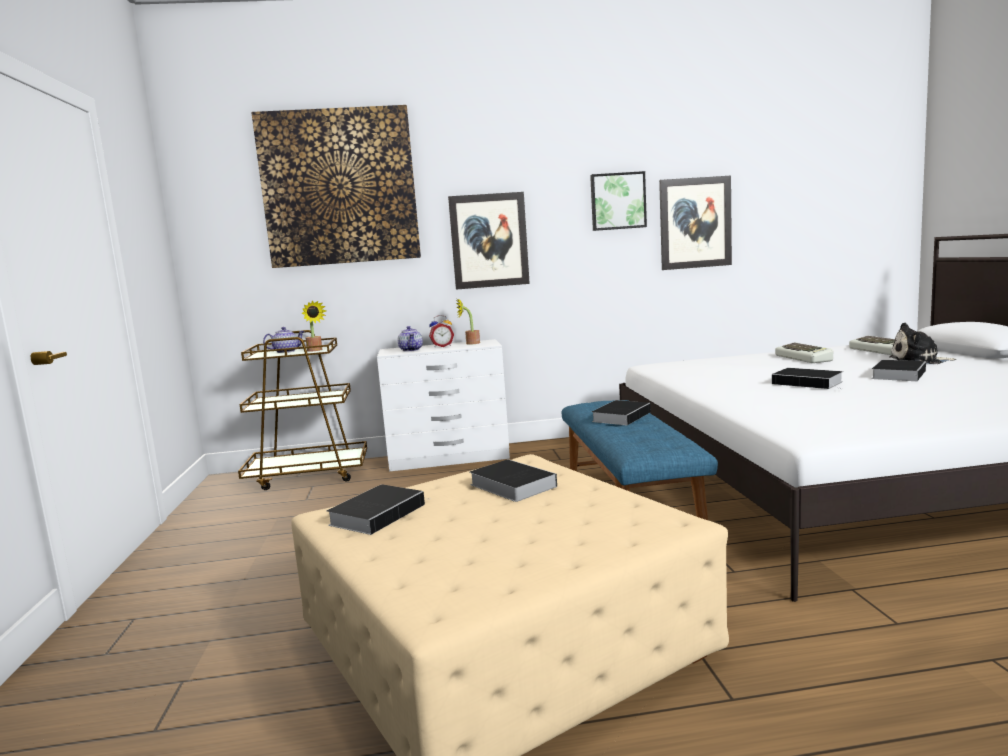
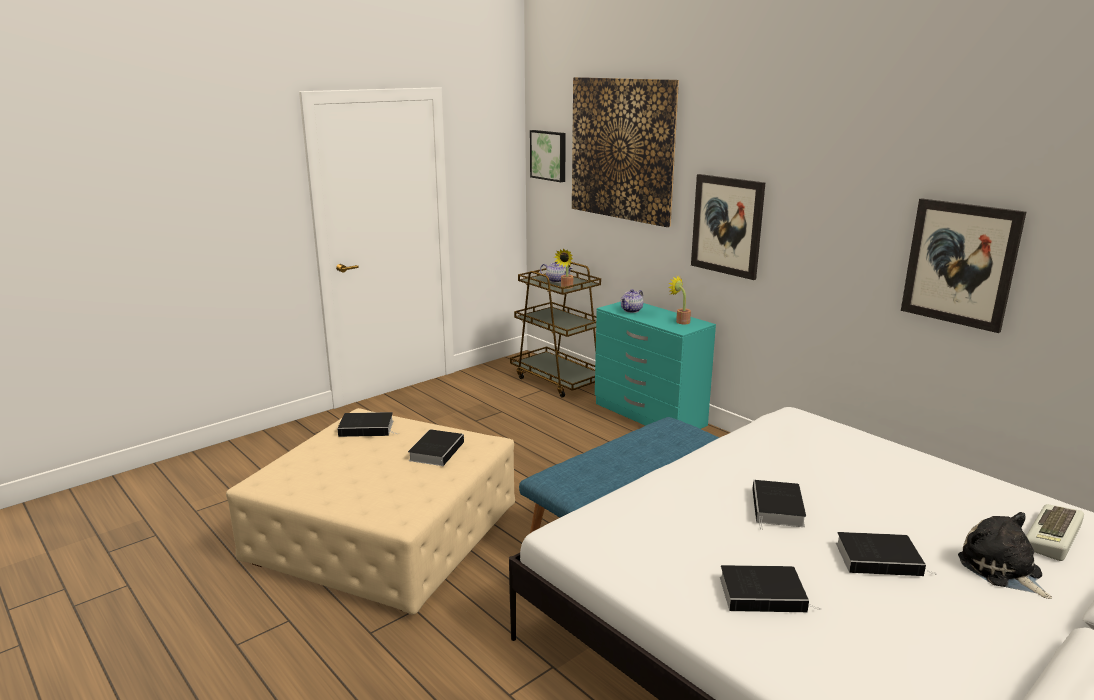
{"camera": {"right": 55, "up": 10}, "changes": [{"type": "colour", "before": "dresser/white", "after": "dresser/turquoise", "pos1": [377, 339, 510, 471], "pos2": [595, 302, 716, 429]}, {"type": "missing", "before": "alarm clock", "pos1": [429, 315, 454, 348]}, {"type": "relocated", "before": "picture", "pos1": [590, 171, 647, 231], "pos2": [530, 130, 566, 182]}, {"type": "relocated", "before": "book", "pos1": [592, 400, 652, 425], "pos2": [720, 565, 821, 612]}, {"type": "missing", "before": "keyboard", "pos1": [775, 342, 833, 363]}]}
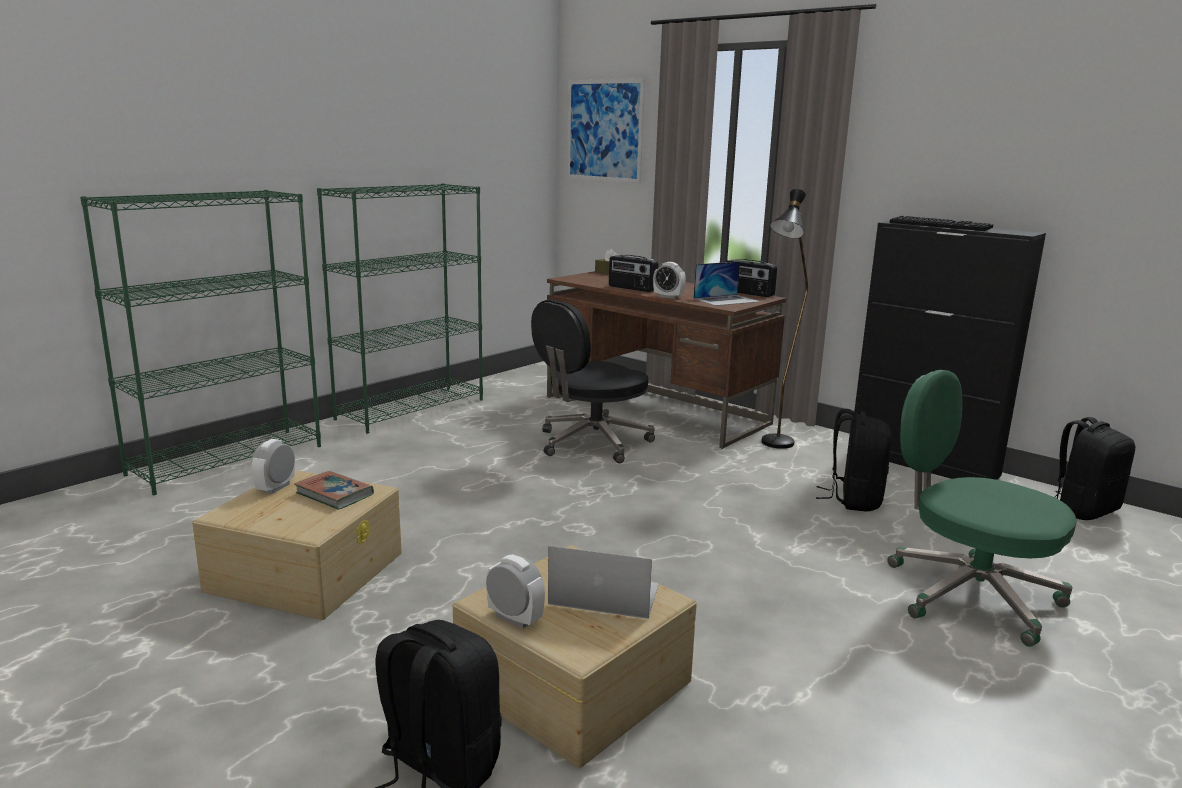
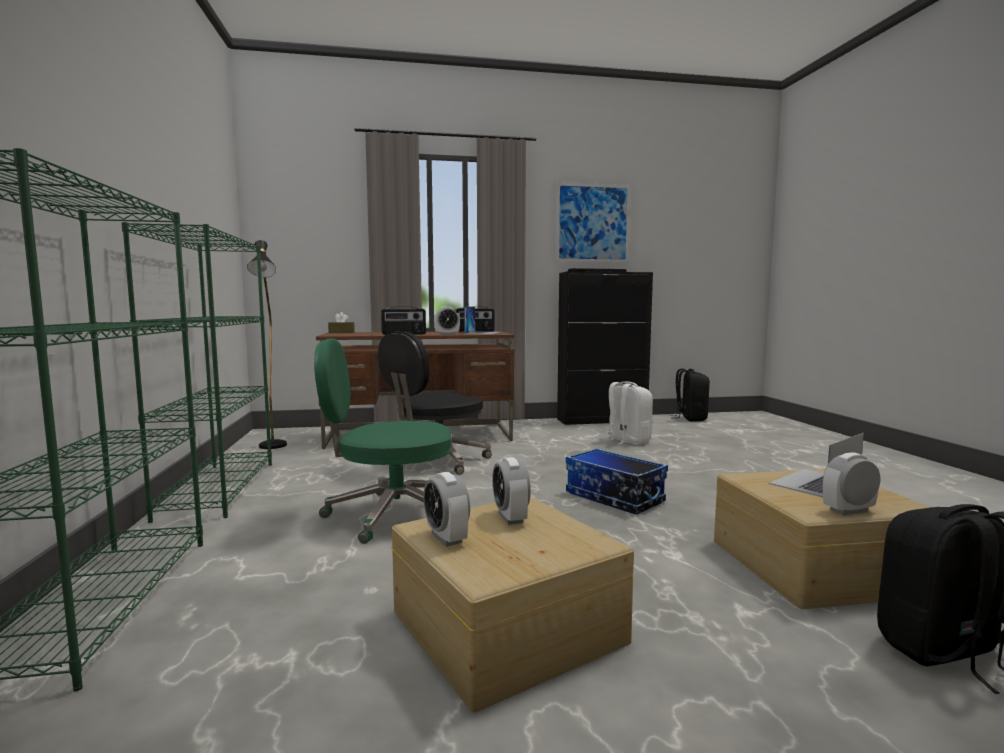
{"camera": {"right": -50, "up": -10}, "changes": [{"type": "exchanged", "before": "book", "after": "alarm clock", "pos1": [294, 471, 374, 510], "pos2": [492, 457, 531, 525]}, {"type": "spun", "before": "office chair/black", "pos1": [531, 299, 655, 463], "pos2": [378, 331, 492, 475], "turn": 45}, {"type": "relocated", "before": "picture", "pos1": [567, 79, 645, 183], "pos2": [556, 182, 631, 263]}, {"type": "relocated", "before": "floor lamp/black", "pos1": [761, 189, 808, 449], "pos2": [247, 240, 287, 449]}, {"type": "colour", "before": "backpack/black", "after": "backpack/white", "pos1": [816, 409, 892, 512], "pos2": [604, 381, 653, 445]}, {"type": "relocated", "before": "office chair/green", "pos1": [887, 370, 1077, 647], "pos2": [314, 338, 452, 544]}, {"type": "appeared", "after": "storage box", "pos2": [566, 448, 668, 514]}]}
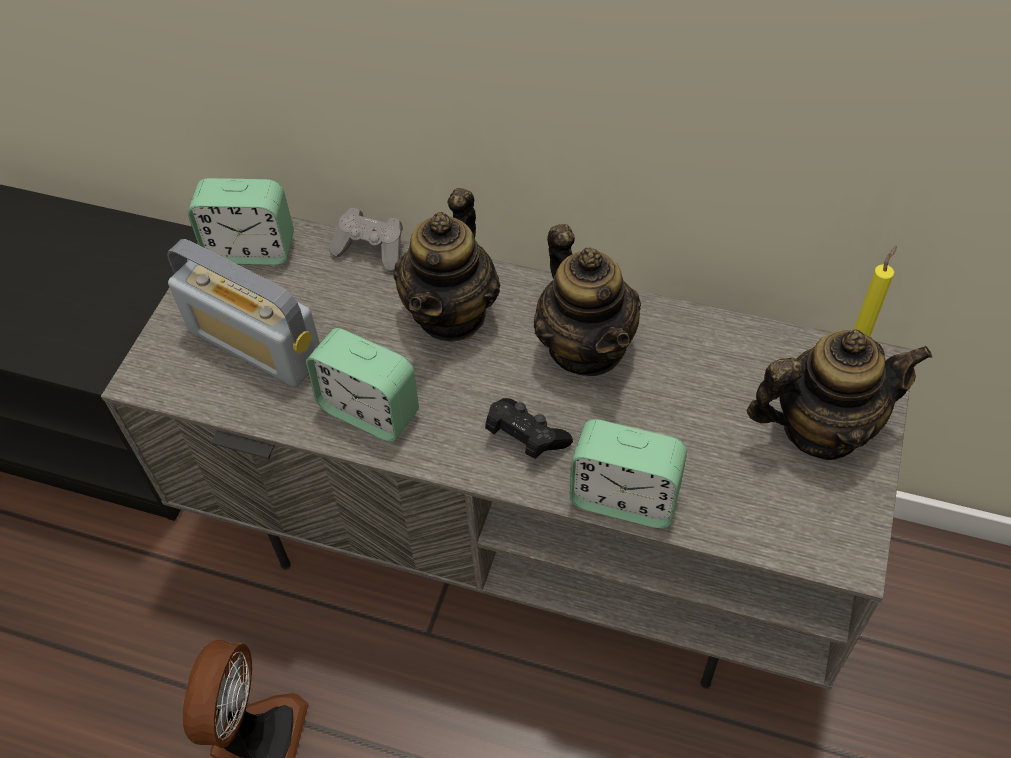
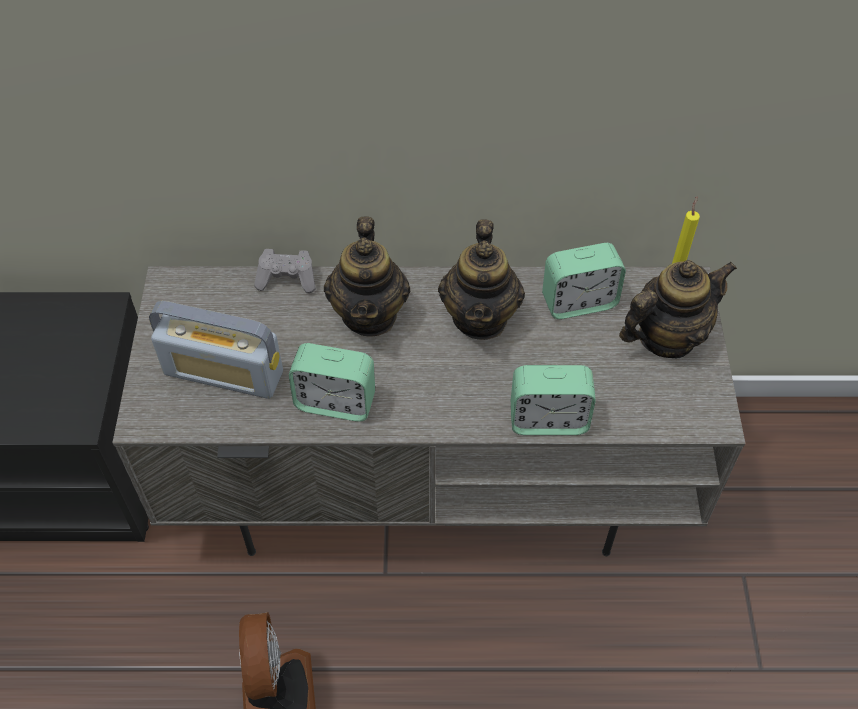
{"camera": {"right": -20, "up": 0}, "changes": [{"type": "relocated", "before": "alarm clock", "pos1": [188, 178, 294, 265], "pos2": [542, 243, 626, 319]}, {"type": "missing", "before": "game controller/black", "pos1": [485, 398, 573, 459]}, {"type": "spun", "before": "teapot", "pos1": [534, 224, 641, 376], "pos2": [438, 219, 525, 340], "turn": 45}]}
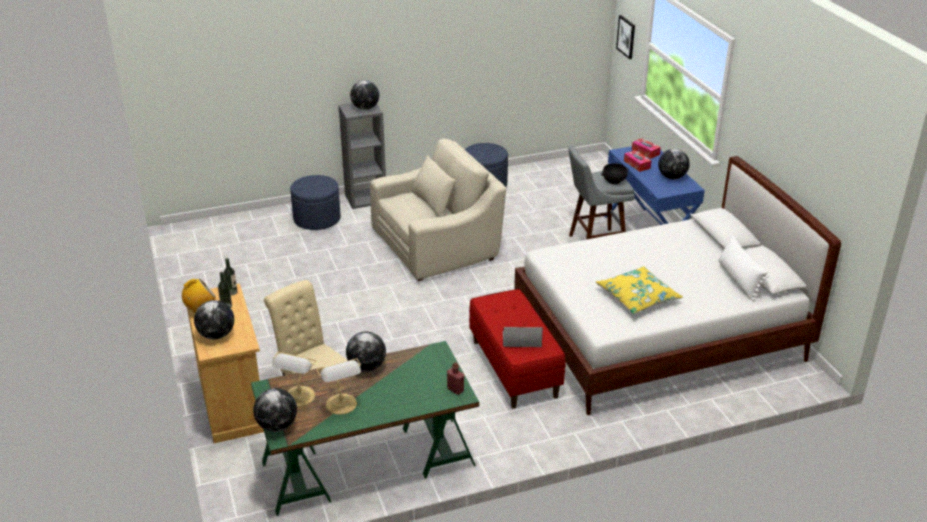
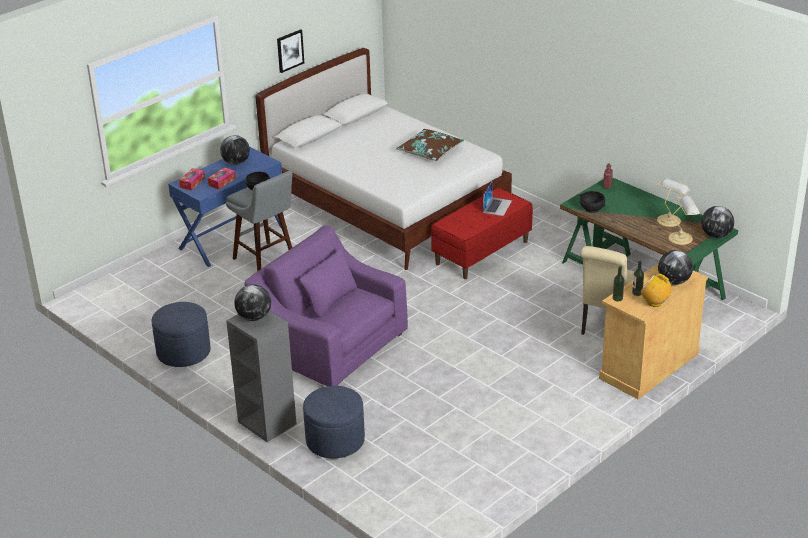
{"camera": {"right": -115, "up": 0}, "changes": [{"type": "missing", "before": "globe", "pos1": [346, 332, 386, 372]}, {"type": "colour", "before": "armchair/beige", "after": "armchair/purple", "pos1": [370, 139, 506, 281], "pos2": [244, 225, 408, 386]}, {"type": "spun", "before": "laptop", "pos1": [503, 327, 543, 347], "pos2": [483, 180, 512, 216], "turn": -135}, {"type": "colour", "before": "pillow/yellow", "after": "pillow/brown", "pos1": [596, 266, 683, 315], "pos2": [396, 129, 464, 161]}, {"type": "relocated", "before": "picture", "pos1": [616, 15, 635, 59], "pos2": [277, 29, 304, 73]}, {"type": "missing", "before": "pillow/white", "pos1": [719, 235, 769, 301]}, {"type": "appeared", "after": "bowl/black", "pos2": [580, 191, 606, 213]}]}
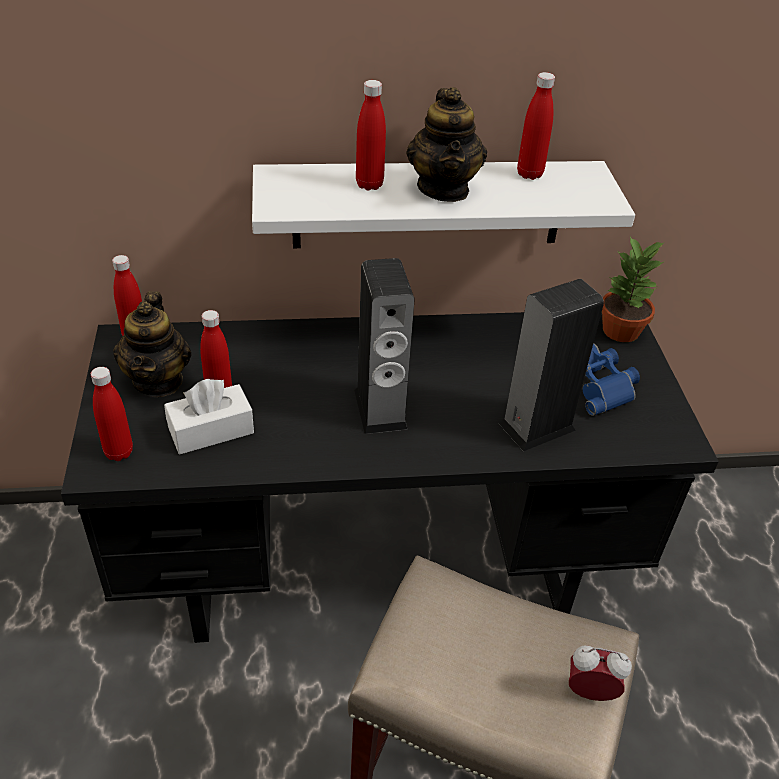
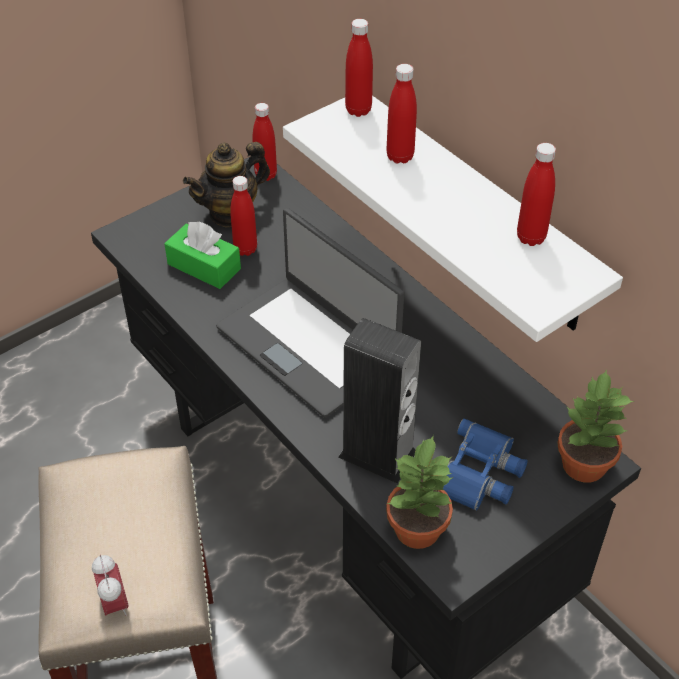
{"camera": {"right": 60, "up": 5}, "changes": [{"type": "relocated", "before": "bottle/red", "pos1": [91, 367, 133, 461], "pos2": [345, 19, 373, 117]}, {"type": "colour", "before": "tissue box/white", "after": "tissue box/green", "pos1": [164, 379, 254, 454], "pos2": [164, 222, 241, 289]}, {"type": "exchanged", "before": "speaker", "after": "laptop", "pos1": [354, 258, 415, 434], "pos2": [216, 208, 404, 418]}, {"type": "missing", "before": "teapot", "pos1": [406, 87, 487, 202]}, {"type": "appeared", "after": "potted plant", "pos2": [386, 435, 453, 549]}]}
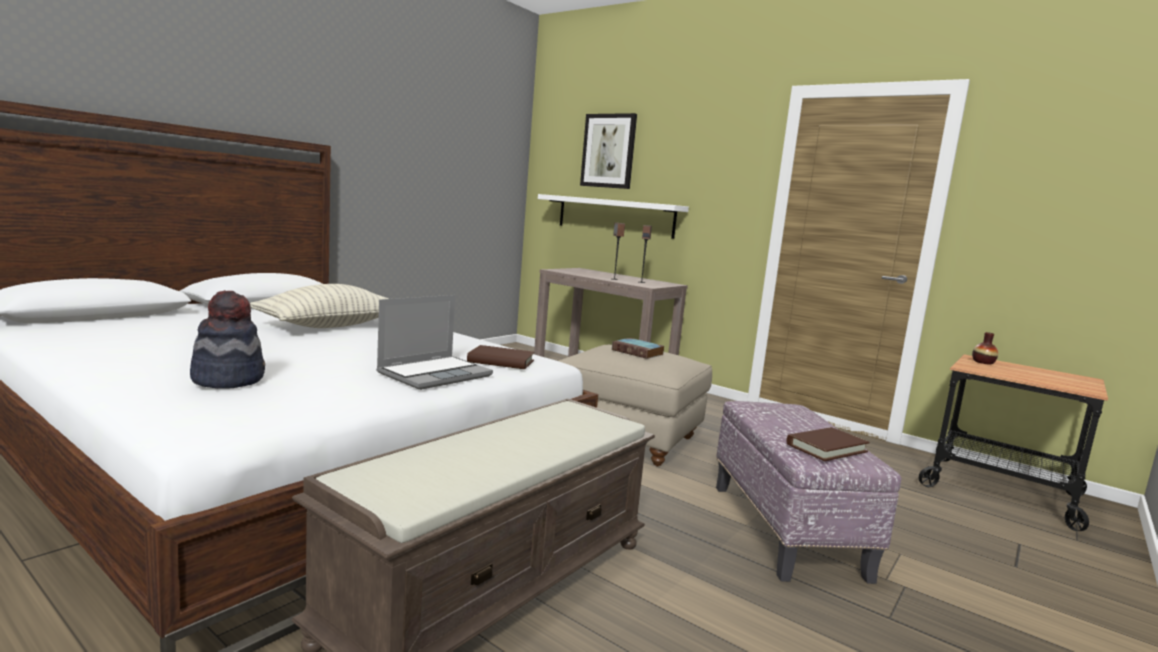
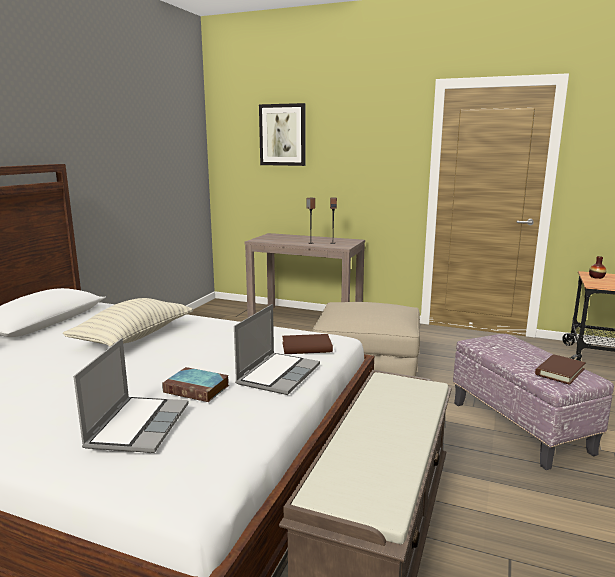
{"camera": {"right": -15, "up": 5}, "changes": [{"type": "exchanged", "before": "hat", "after": "laptop", "pos1": [190, 290, 265, 389], "pos2": [73, 338, 189, 453]}, {"type": "missing", "before": "shelf/white", "pos1": [538, 194, 689, 239]}, {"type": "relocated", "before": "book", "pos1": [612, 338, 664, 359], "pos2": [162, 367, 229, 402]}]}
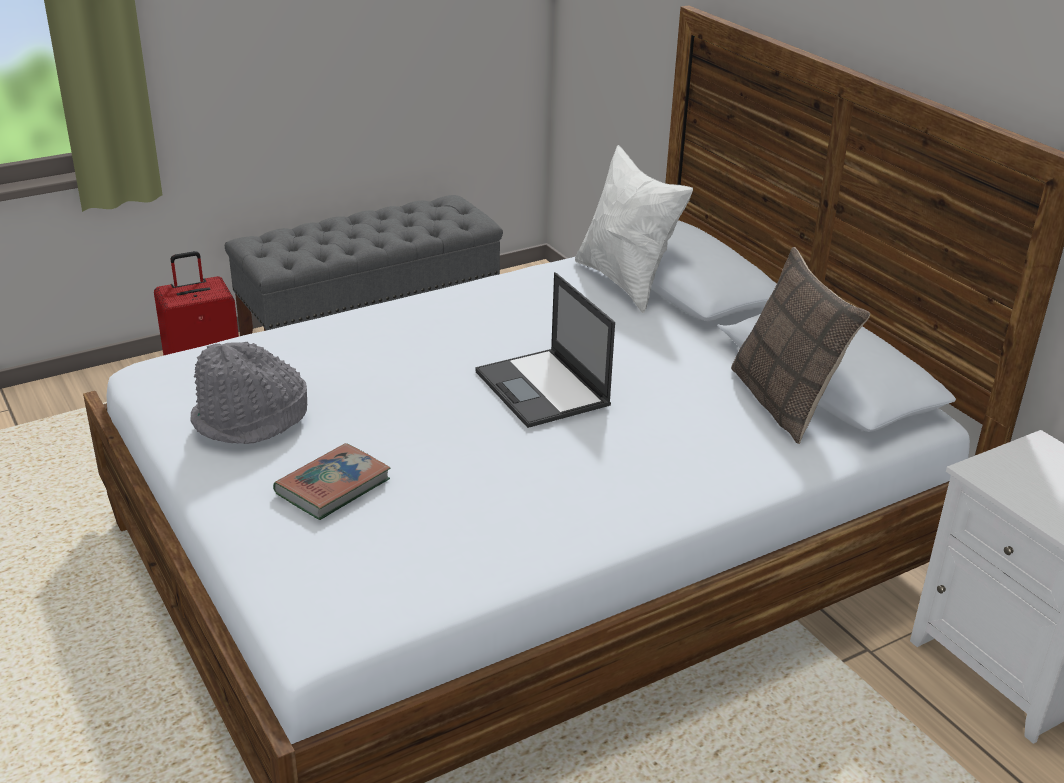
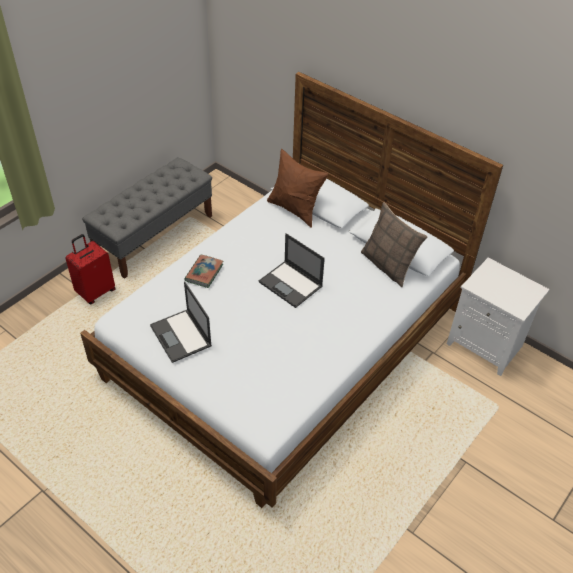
{"camera": {"right": -20, "up": 15}, "changes": [{"type": "exchanged", "before": "hat/grey", "after": "laptop", "pos1": [191, 342, 307, 444], "pos2": [150, 282, 212, 363]}, {"type": "relocated", "before": "book", "pos1": [273, 443, 390, 520], "pos2": [184, 255, 223, 288]}, {"type": "colour", "before": "pillow/white", "after": "pillow/brown", "pos1": [575, 145, 693, 313], "pos2": [267, 149, 328, 227]}]}
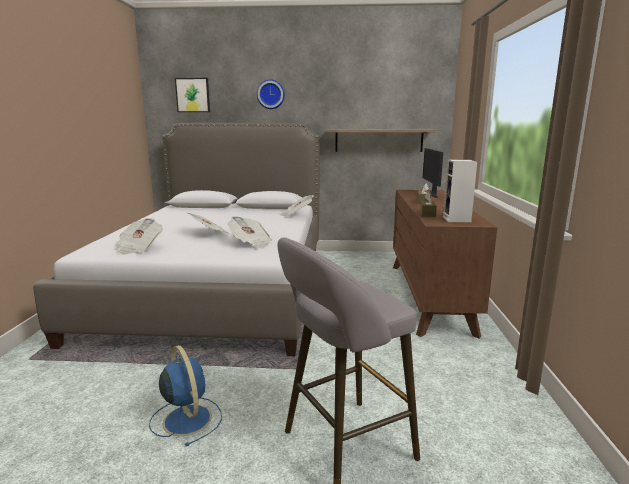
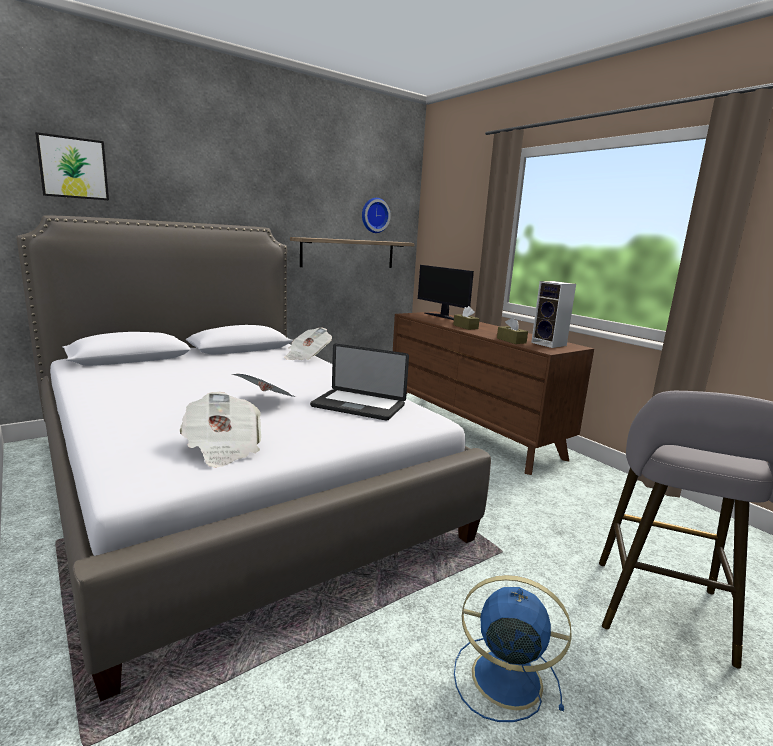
{"camera": {"right": -40, "up": 0}, "changes": [{"type": "exchanged", "before": "newspaper", "after": "laptop", "pos1": [227, 216, 272, 249], "pos2": [310, 344, 409, 421]}, {"type": "relocated", "before": "wall clock", "pos1": [257, 80, 285, 109], "pos2": [362, 198, 391, 233]}]}
